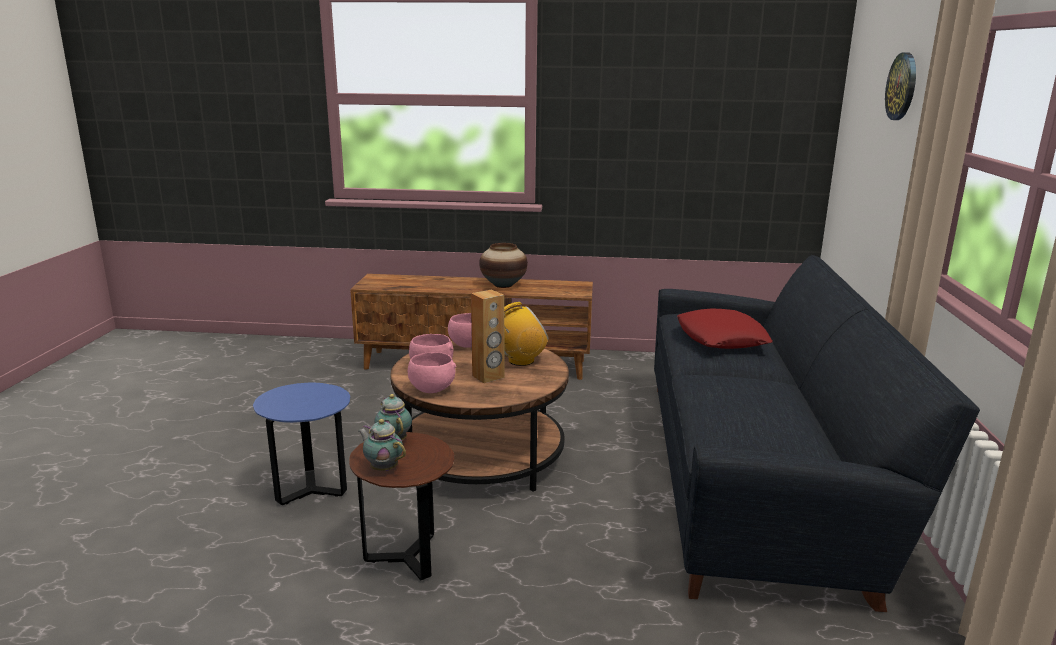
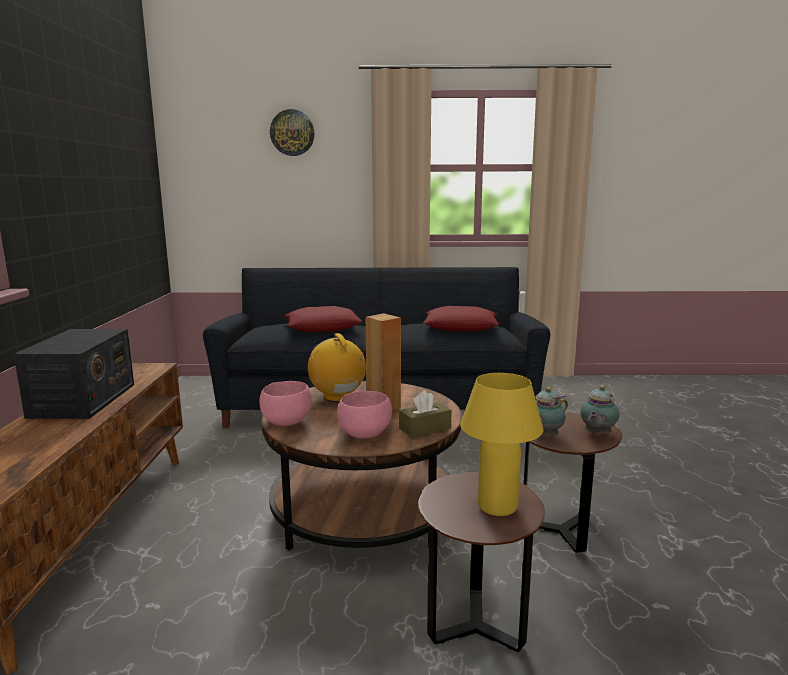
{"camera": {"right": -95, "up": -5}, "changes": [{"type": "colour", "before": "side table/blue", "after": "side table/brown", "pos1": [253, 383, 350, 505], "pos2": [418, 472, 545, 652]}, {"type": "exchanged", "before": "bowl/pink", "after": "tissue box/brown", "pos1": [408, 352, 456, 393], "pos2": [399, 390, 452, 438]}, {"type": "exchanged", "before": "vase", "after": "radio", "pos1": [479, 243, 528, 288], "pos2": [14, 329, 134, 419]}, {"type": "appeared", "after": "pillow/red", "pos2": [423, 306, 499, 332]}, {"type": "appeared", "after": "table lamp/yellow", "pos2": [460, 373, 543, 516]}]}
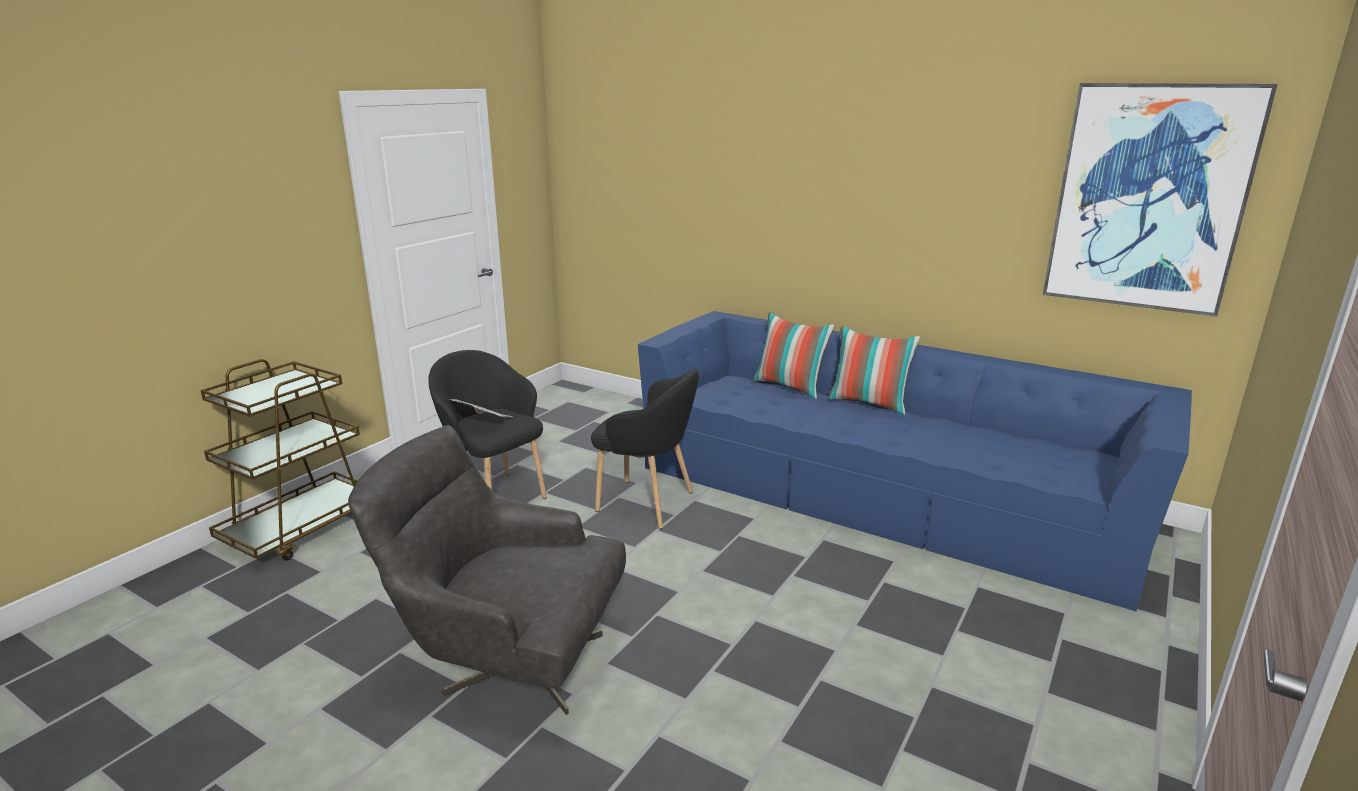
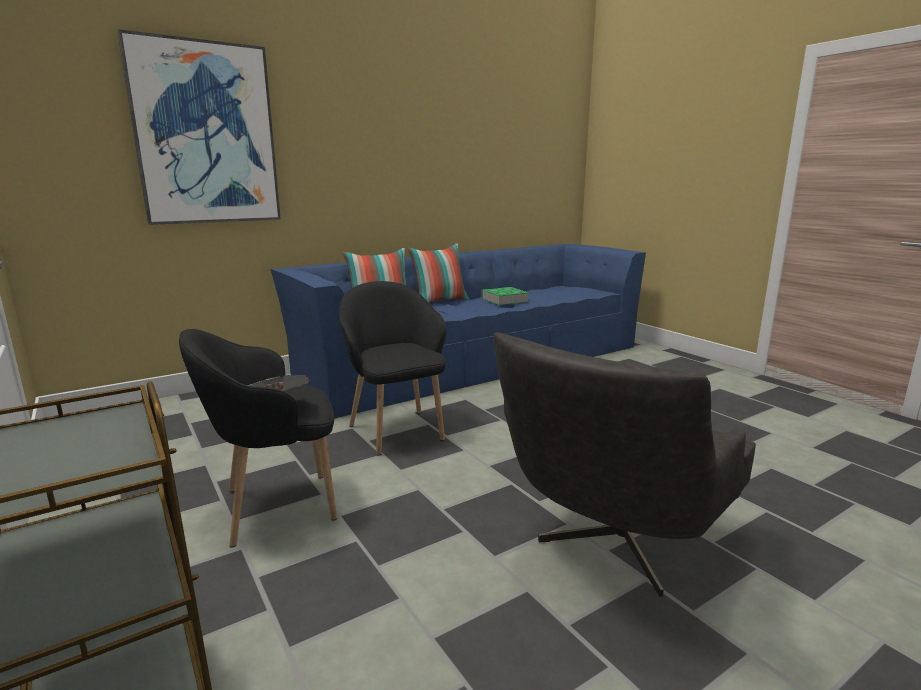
{"camera": {"right": -65, "up": -5}, "changes": [{"type": "spun", "before": "armchair/black", "pos1": [591, 369, 699, 529], "pos2": [339, 281, 447, 456], "turn": -75}, {"type": "relocated", "before": "picture", "pos1": [1043, 83, 1278, 317], "pos2": [117, 29, 281, 225]}, {"type": "appeared", "after": "book", "pos2": [481, 287, 528, 305]}]}
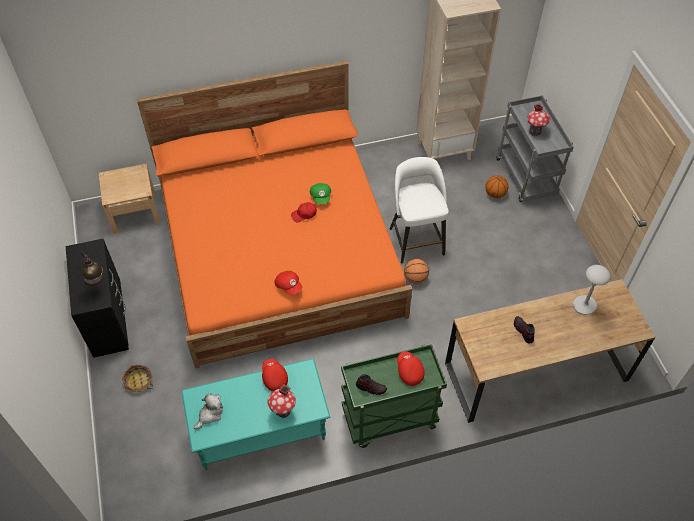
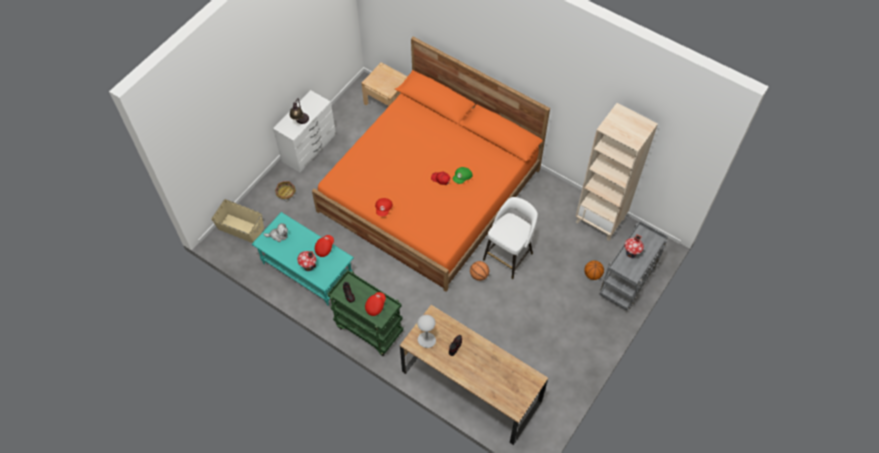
{"camera": {"right": 50, "up": 5}, "changes": [{"type": "colour", "before": "dresser/black", "after": "dresser/white", "pos1": [66, 239, 129, 358], "pos2": [273, 90, 336, 172]}, {"type": "relocated", "before": "table lamp/grey", "pos1": [573, 265, 611, 315], "pos2": [417, 315, 436, 348]}, {"type": "appeared", "after": "storage box/beige", "pos2": [211, 199, 264, 243]}]}
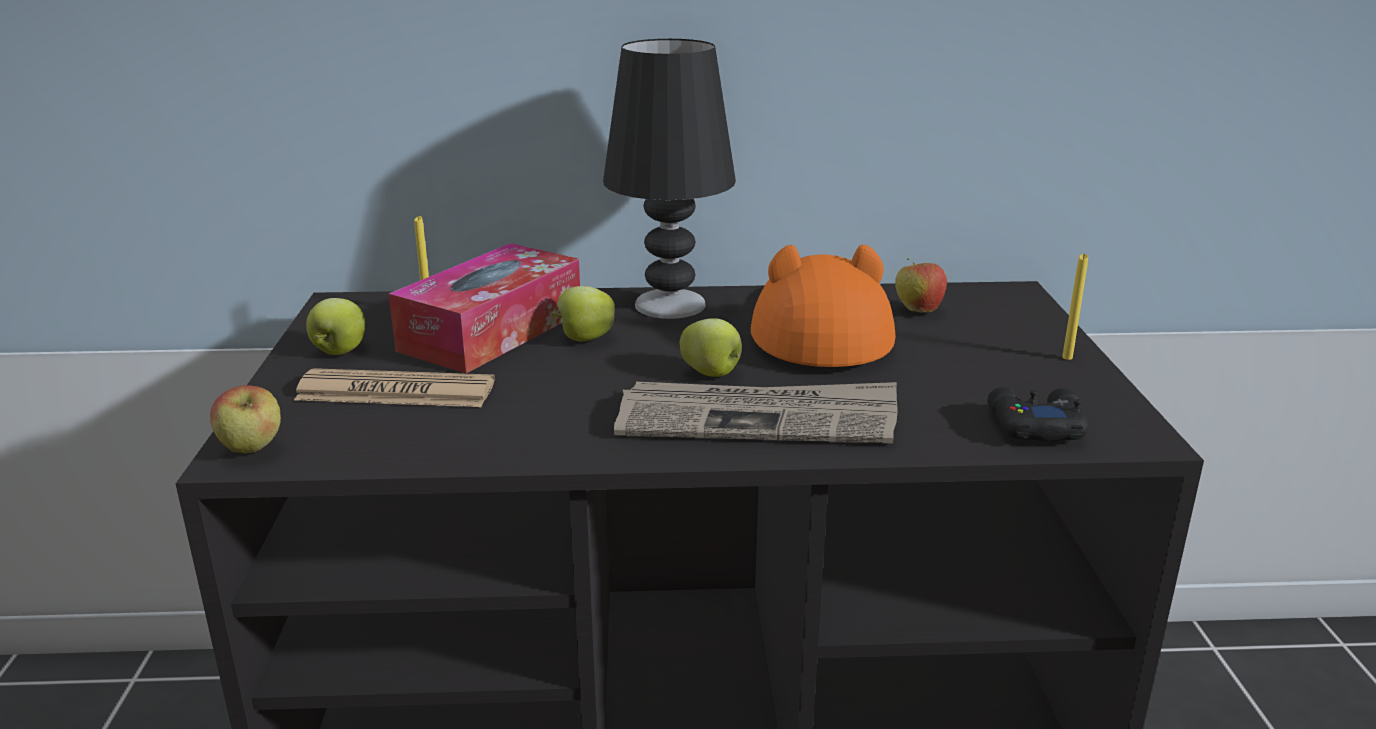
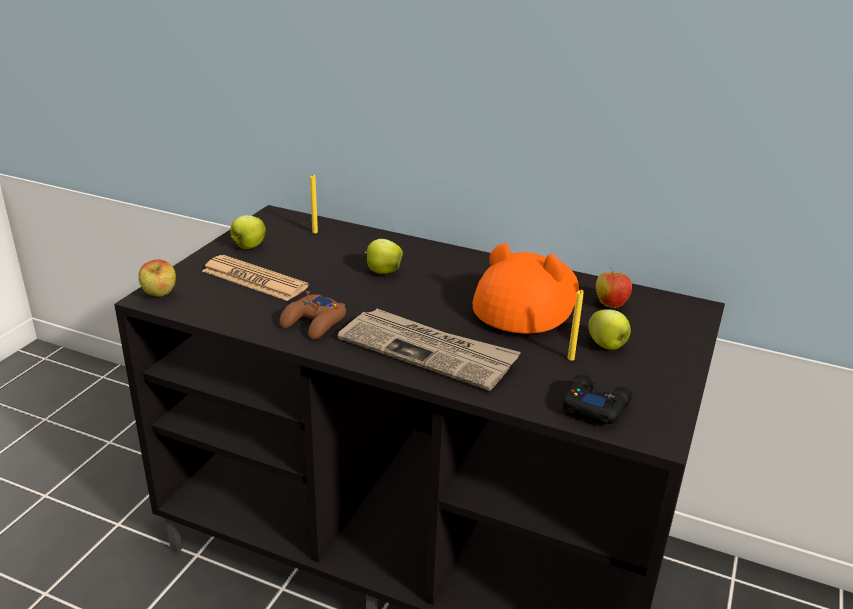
{"camera": {"right": 25, "up": 5}, "changes": [{"type": "missing", "before": "tissue box", "pos1": [388, 243, 580, 373]}, {"type": "missing", "before": "table lamp/black", "pos1": [603, 39, 736, 319]}, {"type": "relocated", "before": "apple", "pos1": [680, 318, 742, 377], "pos2": [588, 309, 631, 350]}, {"type": "relocated", "before": "candle/yellow", "pos1": [1062, 253, 1088, 360], "pos2": [567, 290, 584, 361]}, {"type": "appeared", "after": "game controller/brown", "pos2": [279, 291, 346, 340]}]}
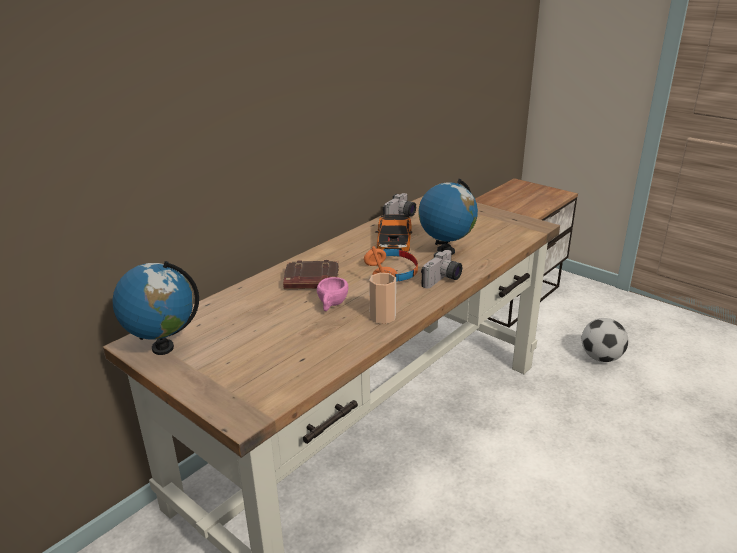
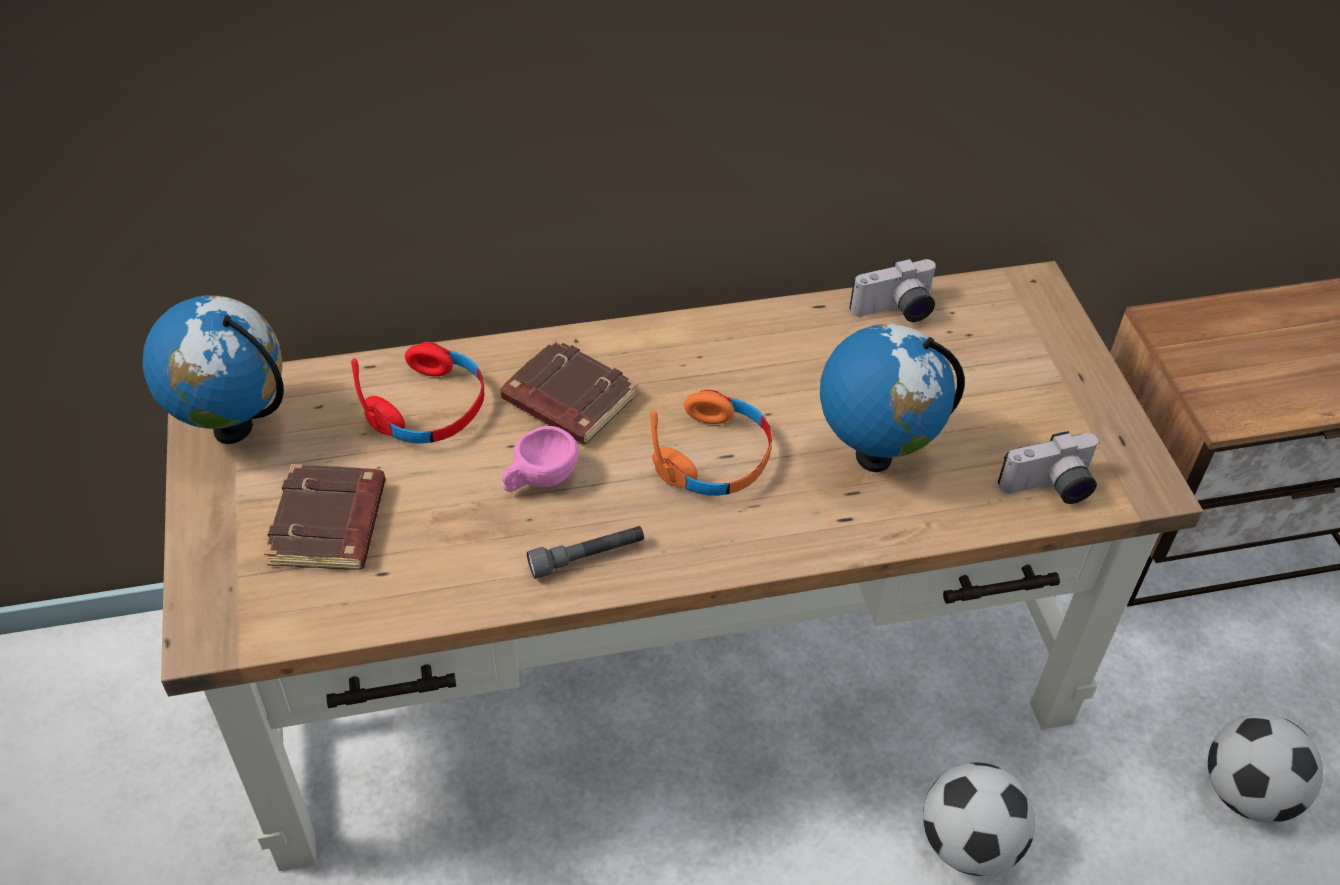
{"camera": {"right": 35, "up": 20}, "changes": [{"type": "exchanged", "before": "cup", "after": "flashlight/grey", "pos1": [369, 273, 396, 324], "pos2": [527, 526, 644, 579]}, {"type": "missing", "before": "toy car", "pos1": [375, 214, 412, 252]}, {"type": "relocated", "before": "photo camera", "pos1": [421, 250, 462, 288], "pos2": [998, 431, 1100, 504]}, {"type": "appeared", "after": "book/brown", "pos2": [264, 464, 385, 570]}, {"type": "appeared", "after": "headphones/red", "pos2": [351, 342, 484, 444]}, {"type": "appeared", "after": "football", "pos2": [923, 762, 1035, 876]}]}
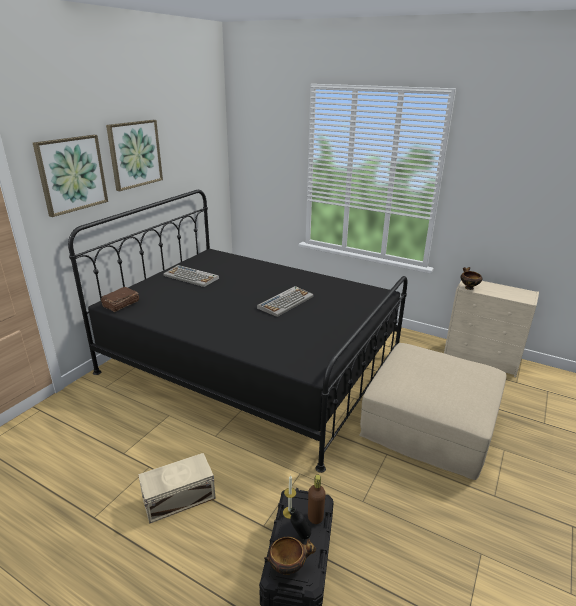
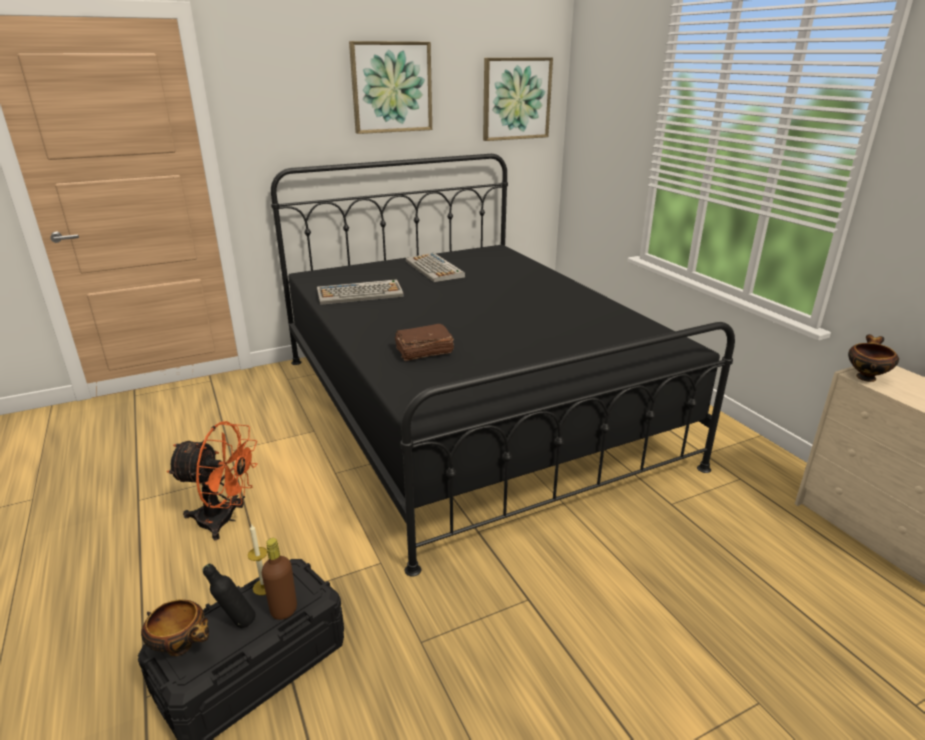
{"camera": {"right": 35, "up": 0}, "changes": [{"type": "relocated", "before": "picture", "pos1": [33, 135, 108, 217], "pos2": [483, 57, 553, 141]}, {"type": "relocated", "before": "book/brown", "pos1": [101, 287, 139, 312], "pos2": [395, 324, 454, 361]}, {"type": "exchanged", "before": "storage box/beige", "after": "fan/orange", "pos1": [138, 453, 216, 524], "pos2": [167, 421, 258, 540]}, {"type": "relocated", "before": "keyboard", "pos1": [257, 286, 314, 317], "pos2": [317, 279, 404, 305]}, {"type": "missing", "before": "ottoman/beige", "pos1": [359, 343, 506, 480]}]}
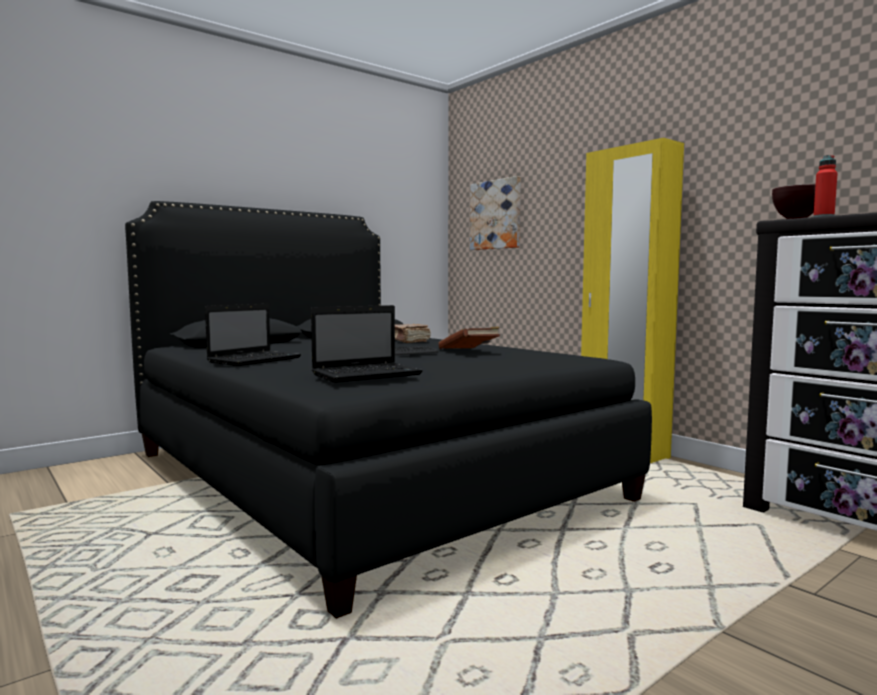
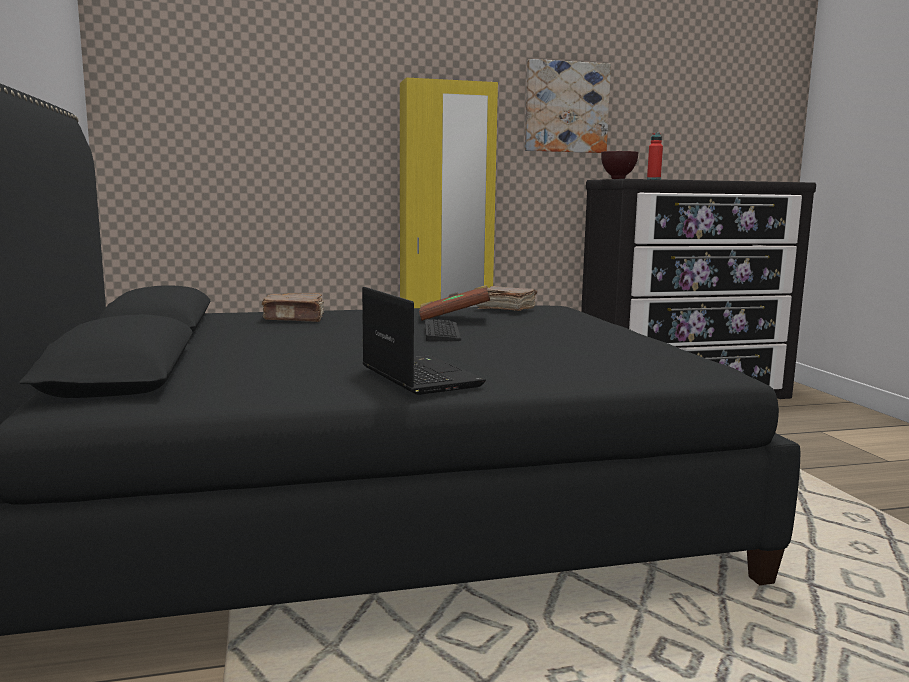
{"camera": {"right": -65, "up": 5}, "changes": [{"type": "missing", "before": "laptop", "pos1": [311, 305, 423, 382]}, {"type": "relocated", "before": "picture", "pos1": [470, 176, 521, 250], "pos2": [525, 59, 611, 153]}, {"type": "appeared", "after": "book/brown", "pos2": [476, 286, 537, 311]}]}
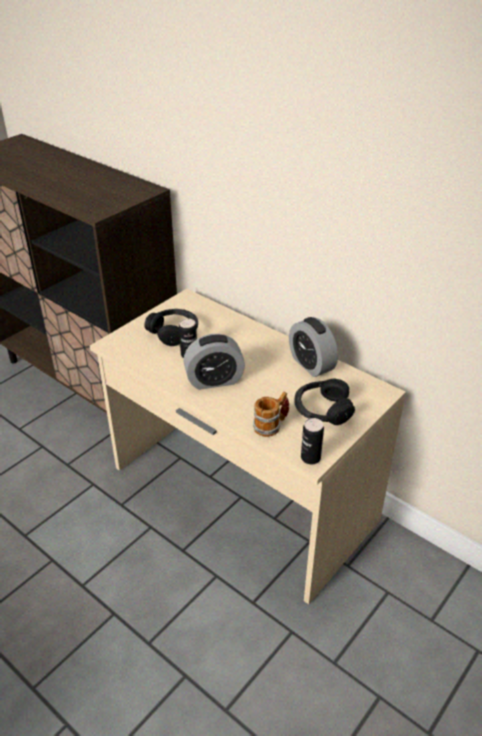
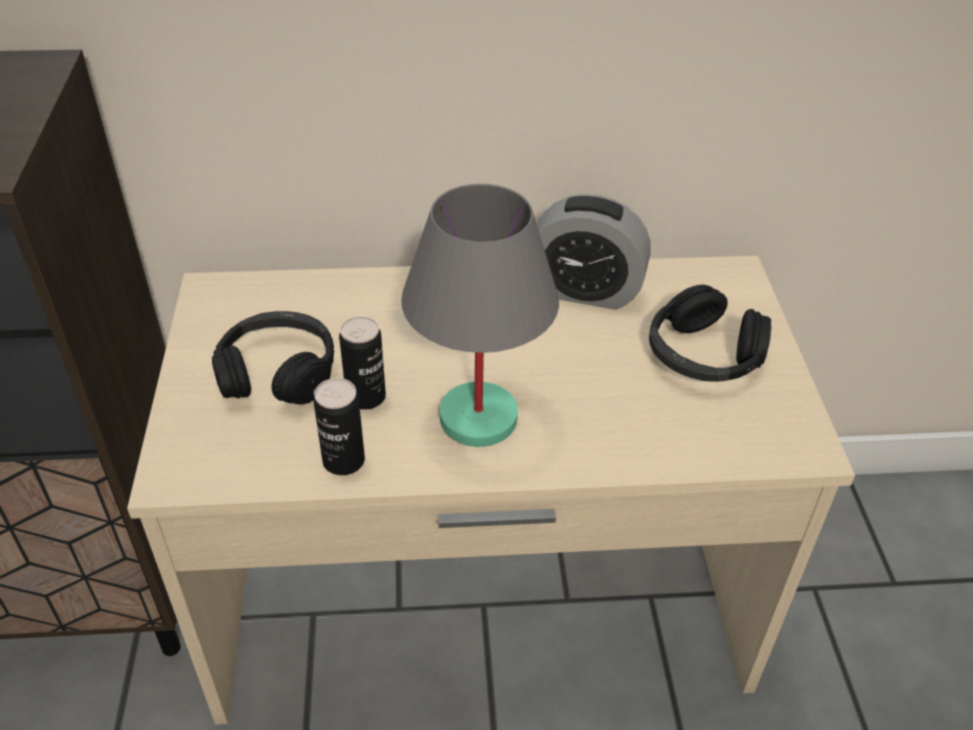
{"camera": {"right": -45, "up": 5}, "changes": [{"type": "exchanged", "before": "alarm clock", "after": "table lamp/grey", "pos1": [183, 334, 245, 390], "pos2": [401, 184, 559, 447]}, {"type": "missing", "before": "mug", "pos1": [253, 392, 289, 437]}, {"type": "relocated", "before": "can", "pos1": [301, 418, 324, 464], "pos2": [314, 378, 365, 475]}]}
